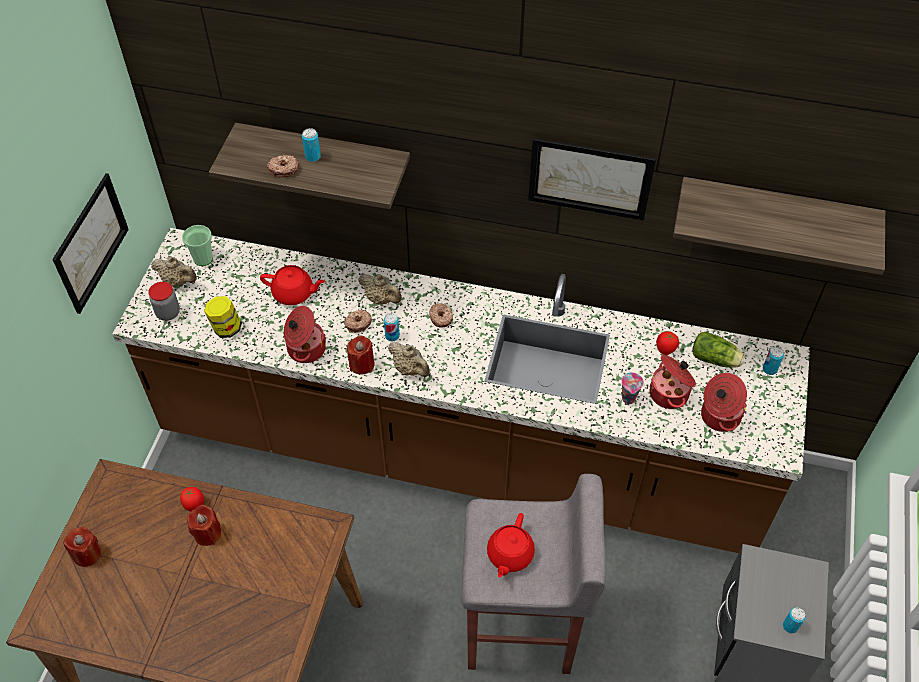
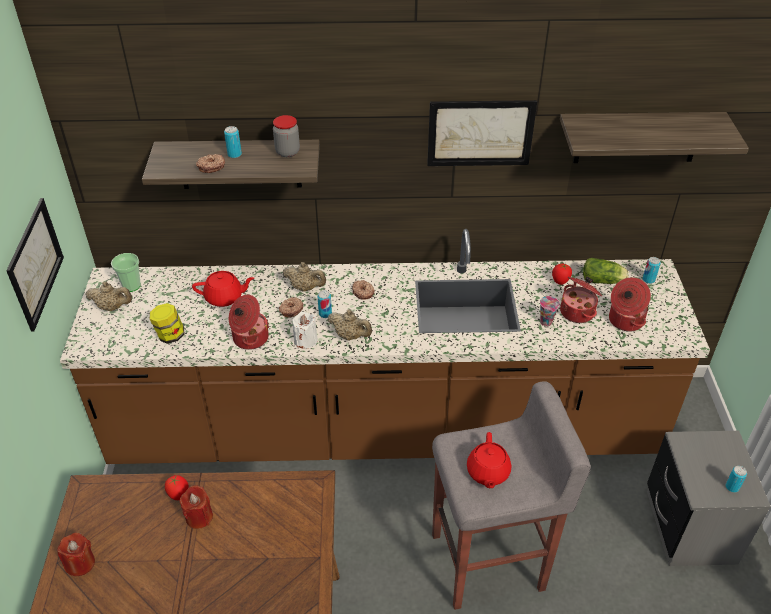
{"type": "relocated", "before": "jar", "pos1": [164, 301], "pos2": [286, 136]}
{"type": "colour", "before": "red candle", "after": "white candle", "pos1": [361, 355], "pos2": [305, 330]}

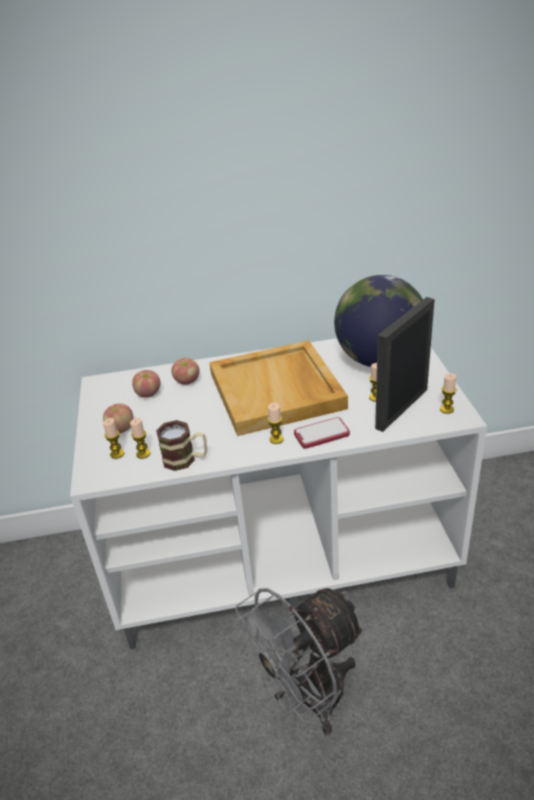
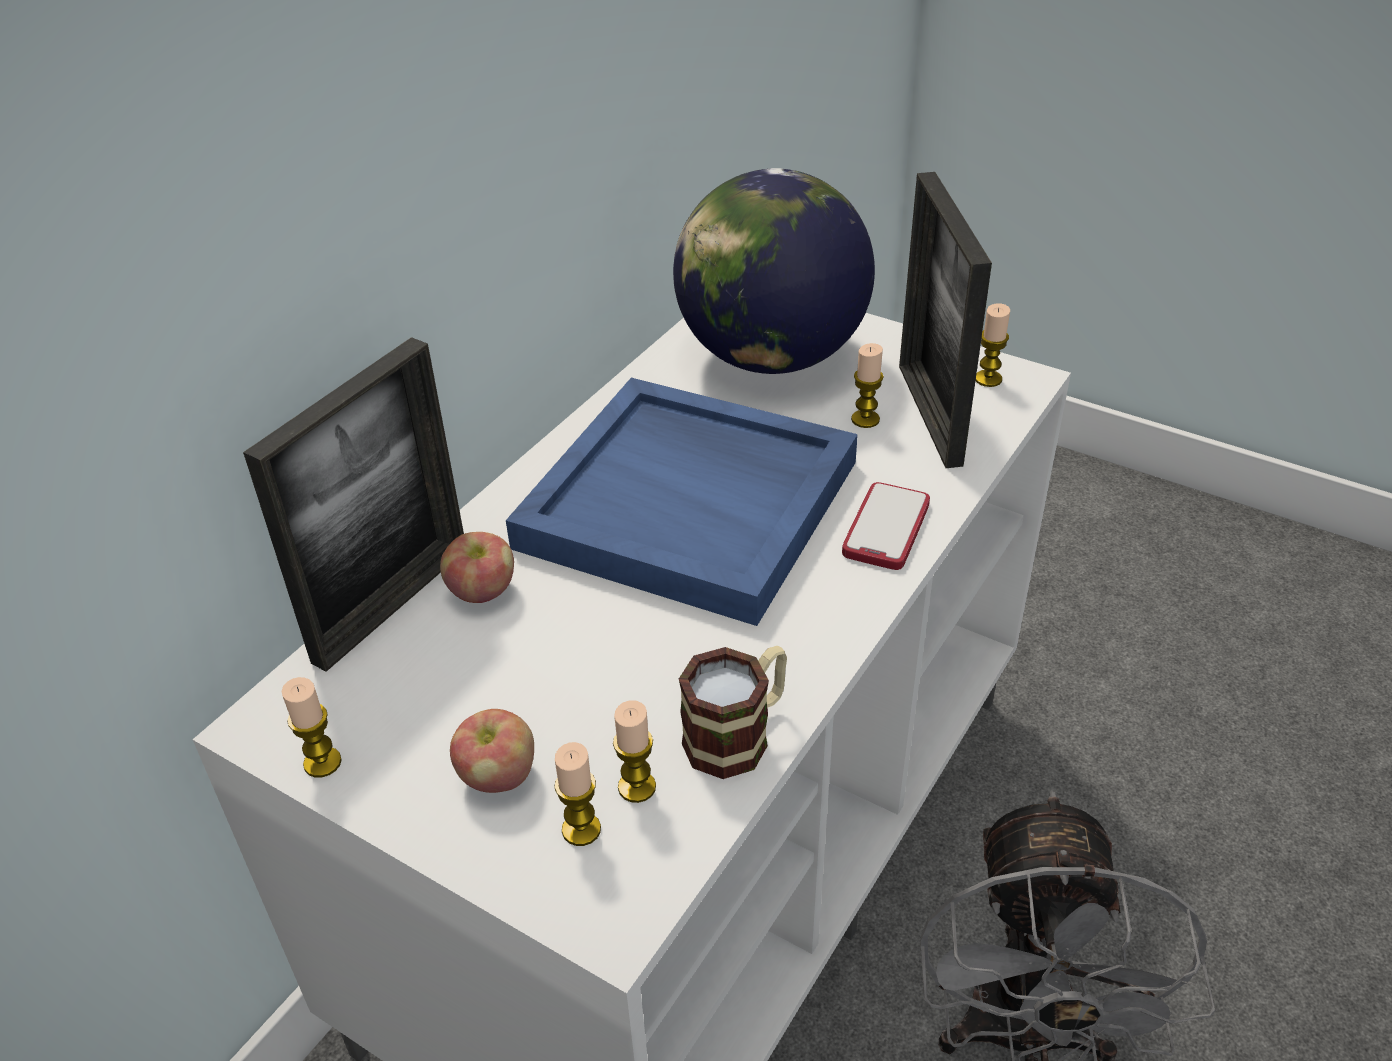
{"type": "missing", "before": "apple", "pos1": [146, 384]}
{"type": "appeared", "after": "picture frame", "pos2": [353, 504]}
{"type": "relocated", "before": "candle", "pos1": [276, 423], "pos2": [312, 727]}
{"type": "colour", "before": "beige tray", "after": "blue tray", "pos1": [278, 388], "pos2": [682, 502]}

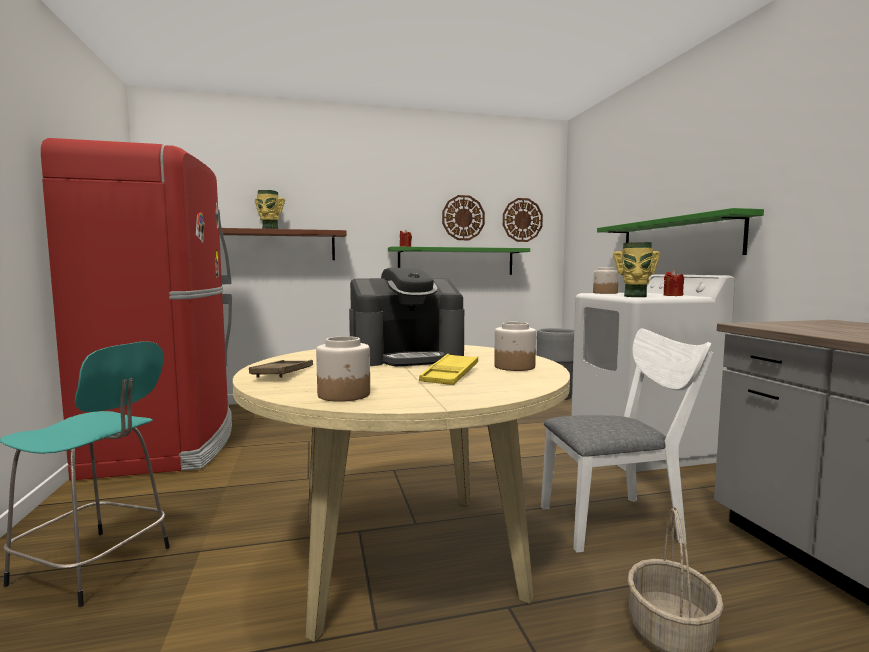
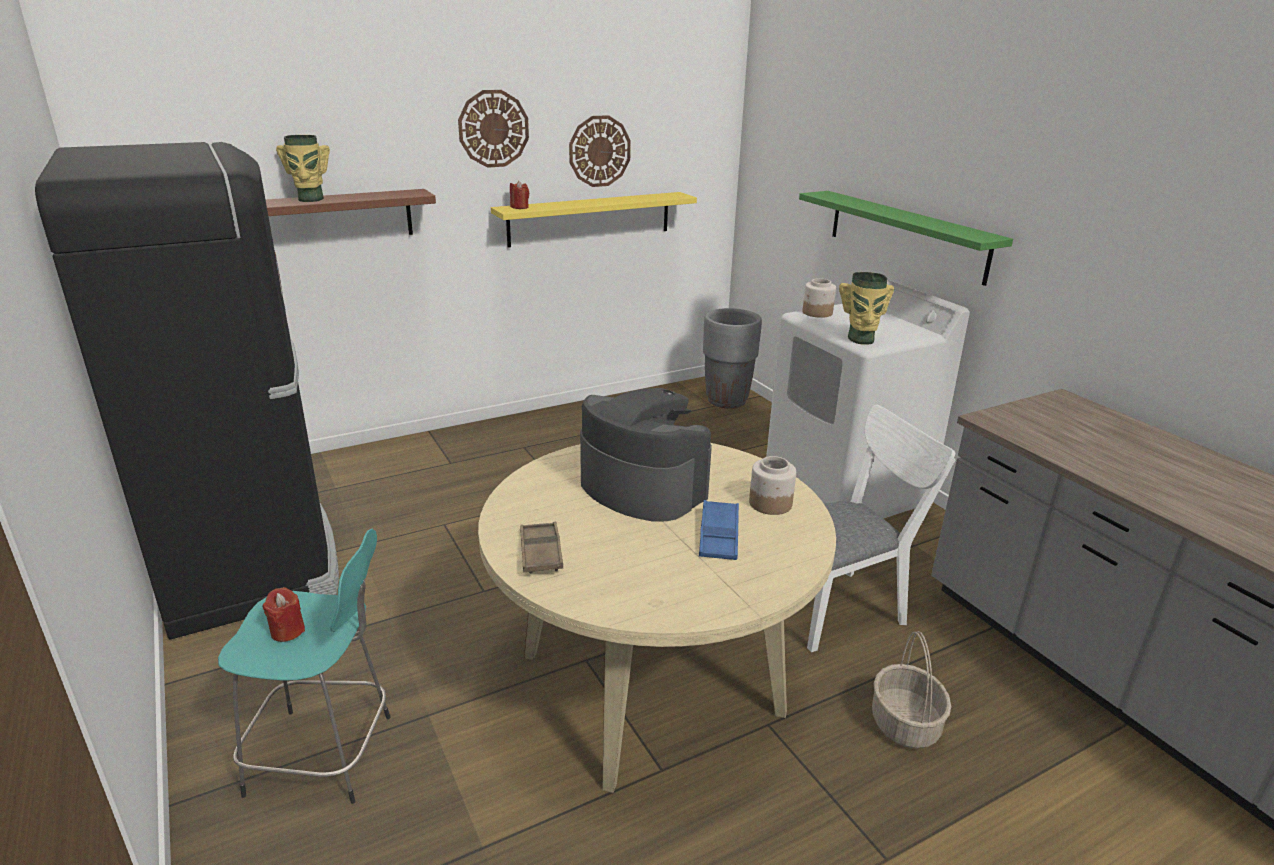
{"type": "missing", "before": "jar", "pos1": [343, 369]}
{"type": "relocated", "before": "wall clock", "pos1": [523, 220], "pos2": [493, 129]}
{"type": "relocated", "before": "red candle", "pos1": [674, 283], "pos2": [283, 614]}
{"type": "colour", "before": "red fridge", "after": "black fridge", "pos1": [136, 309], "pos2": [187, 390]}
{"type": "colour", "before": "green shelf", "after": "yellow shelf", "pos1": [459, 260], "pos2": [594, 220]}
{"type": "colour", "before": "yellow tray", "after": "blue tray", "pos1": [448, 369], "pos2": [719, 530]}
{"type": "spun", "before": "coffee machine", "pos1": [406, 317], "pos2": [646, 455], "turn": -105}

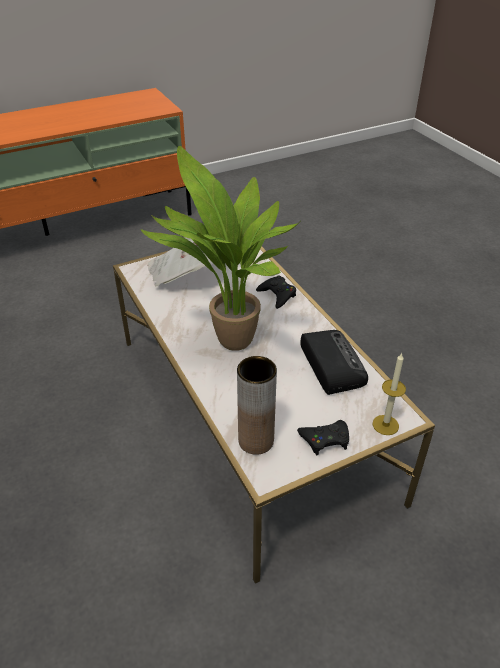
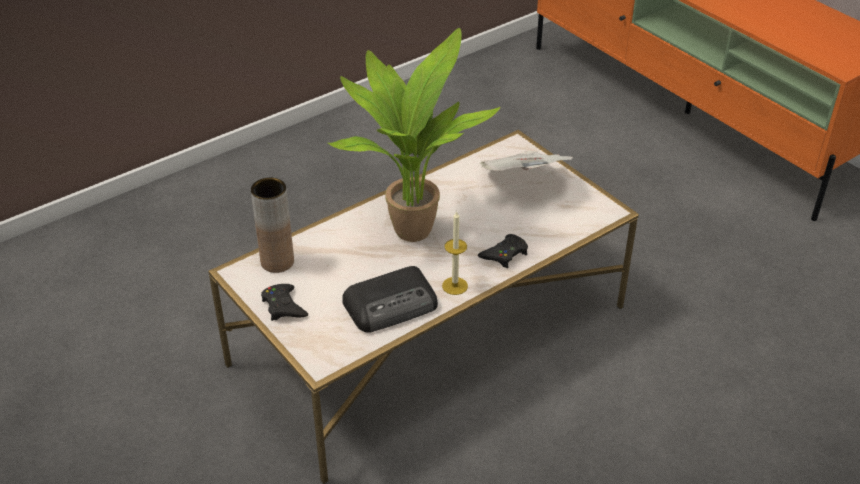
{"type": "relocated", "before": "candle", "pos1": [389, 394], "pos2": [455, 253]}

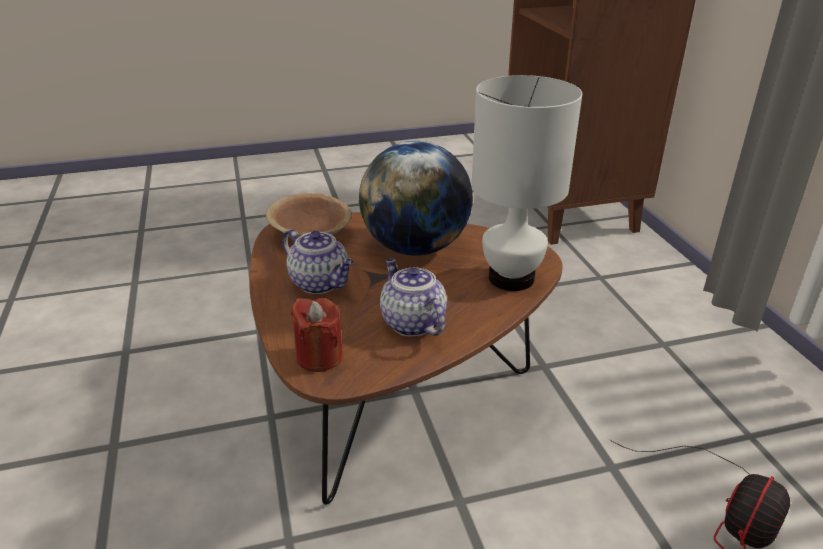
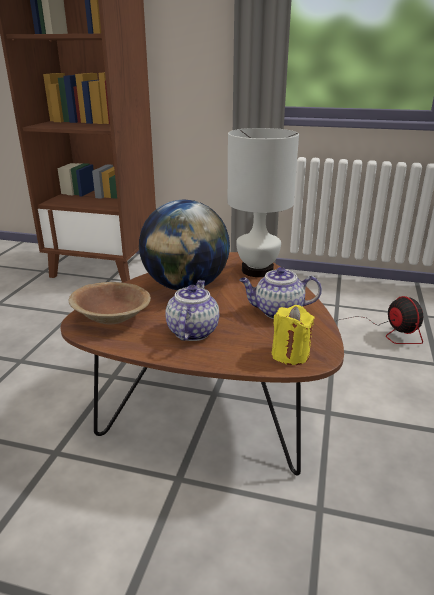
{"type": "colour", "before": "red candle", "after": "yellow candle", "pos1": [316, 335], "pos2": [293, 335]}
{"type": "spun", "before": "teapot", "pos1": [318, 261], "pos2": [192, 310], "turn": -60}

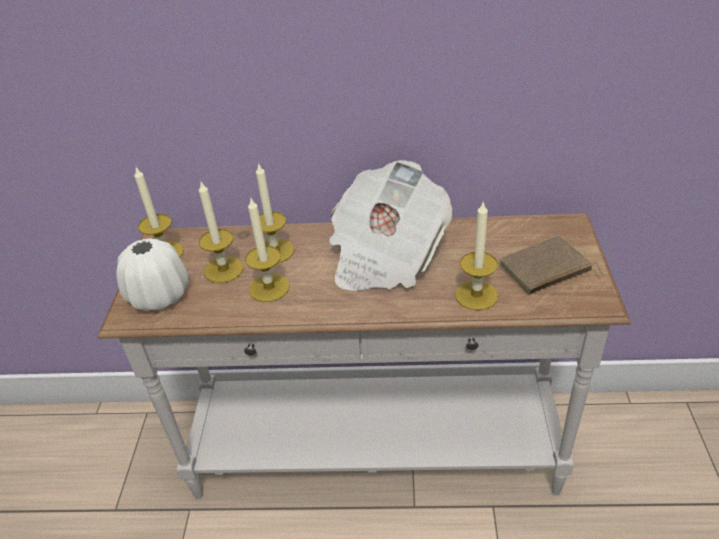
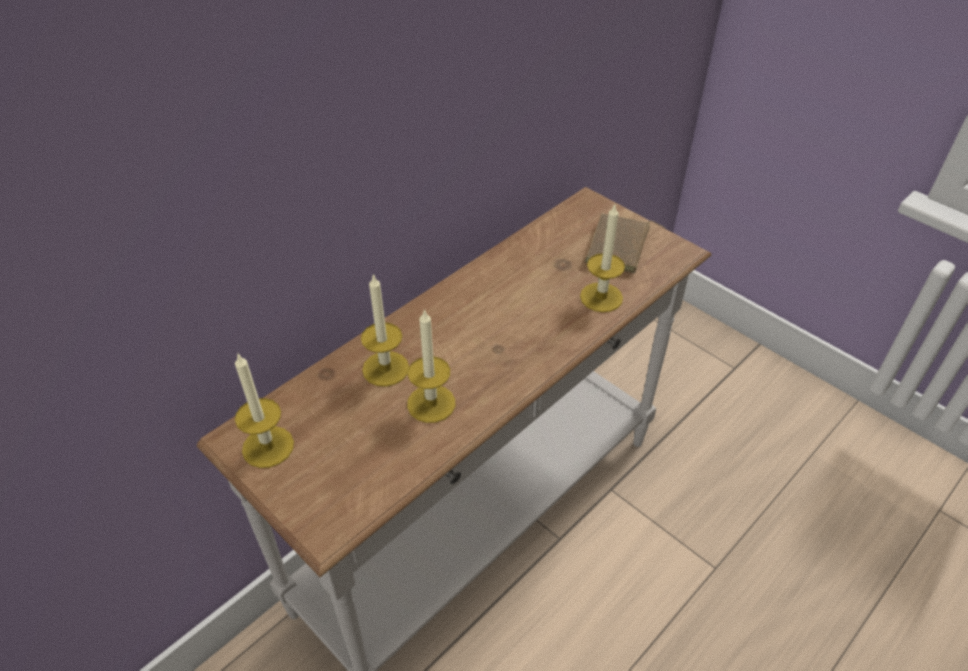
{"type": "missing", "before": "white vase", "pos1": [152, 275]}
{"type": "missing", "before": "candle", "pos1": [221, 231]}
{"type": "missing", "before": "newspaper", "pos1": [390, 225]}

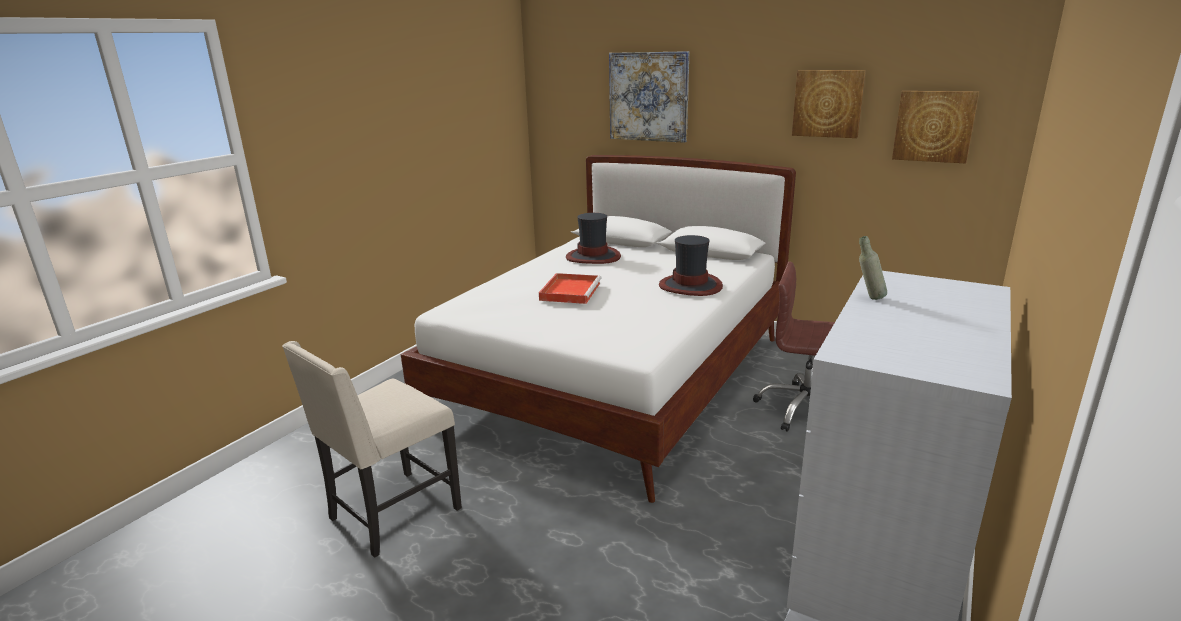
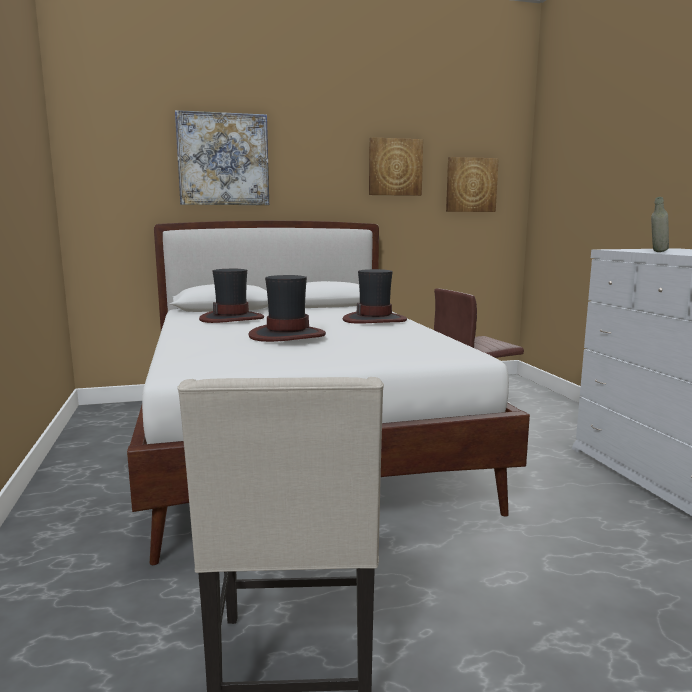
{"type": "exchanged", "before": "red tray", "after": "hat", "pos1": [570, 288], "pos2": [287, 308]}

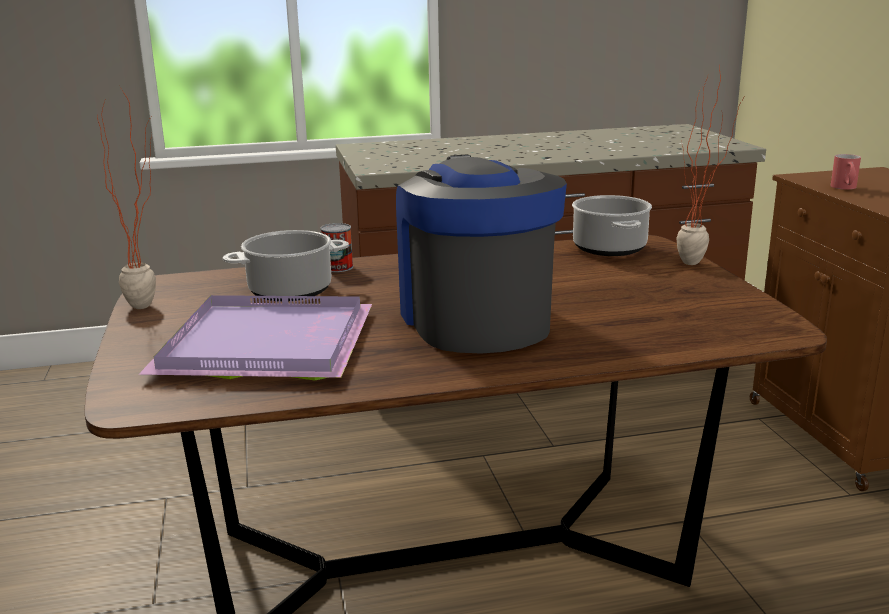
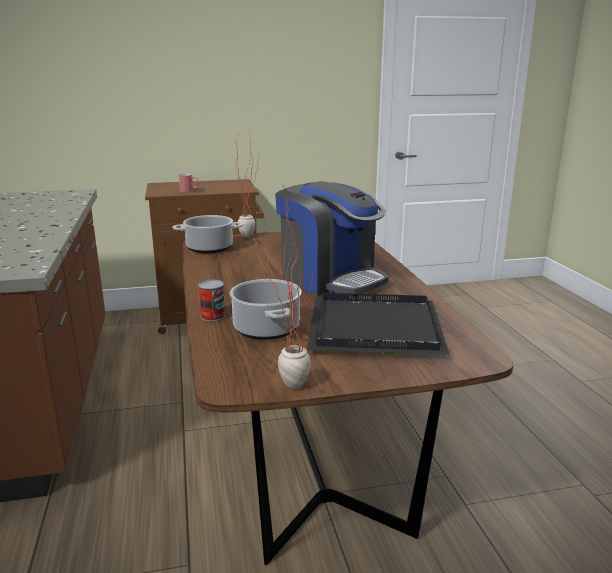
{"type": "colour", "before": "purple tray", "after": "black tray", "pos1": [255, 337], "pos2": [378, 324]}
{"type": "spun", "before": "coffee machine", "pos1": [481, 253], "pos2": [332, 238], "turn": -120}

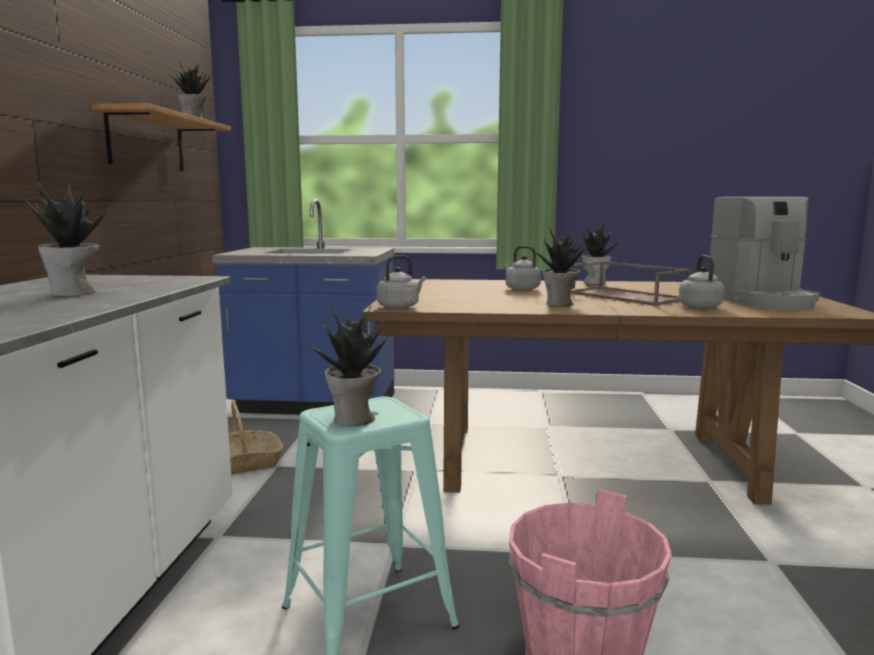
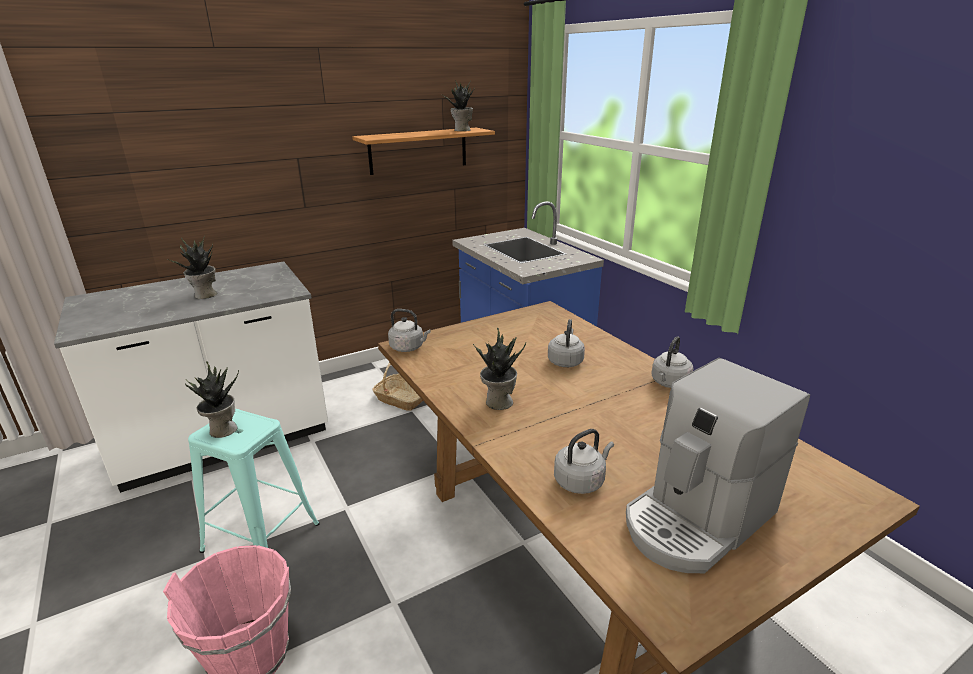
{"type": "missing", "before": "brown tray", "pos1": [630, 283]}
{"type": "exchanged", "before": "potted plant", "after": "grey kettle", "pos1": [602, 254], "pos2": [672, 362]}

